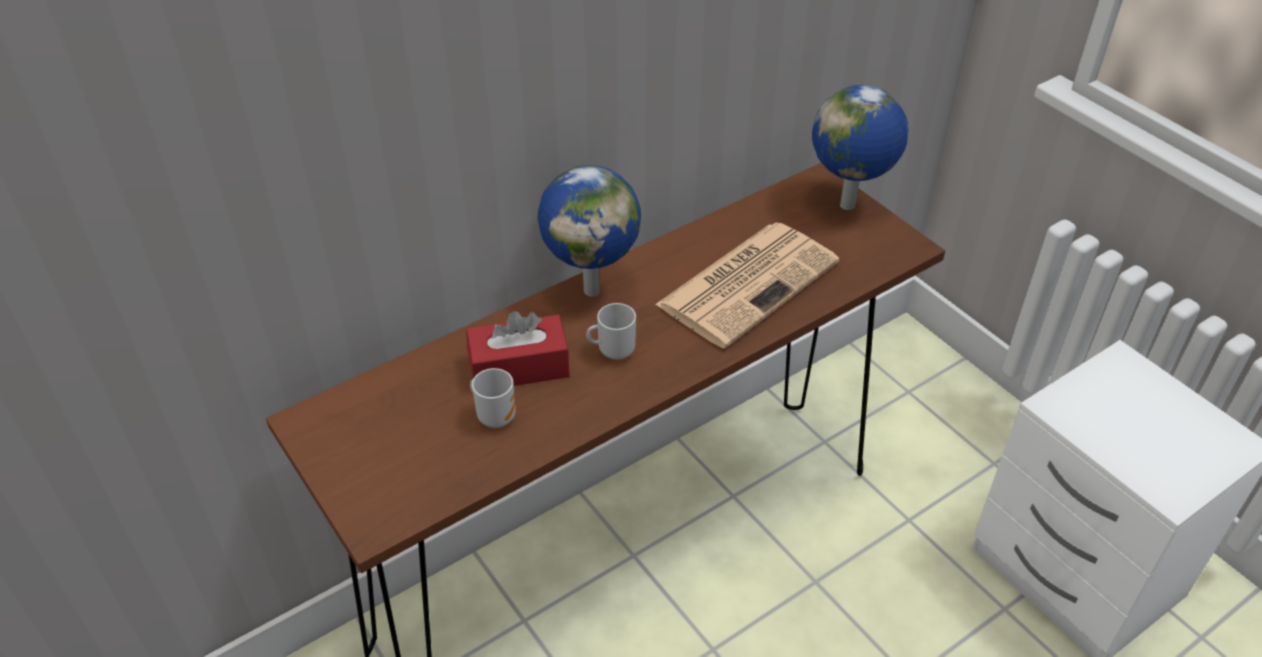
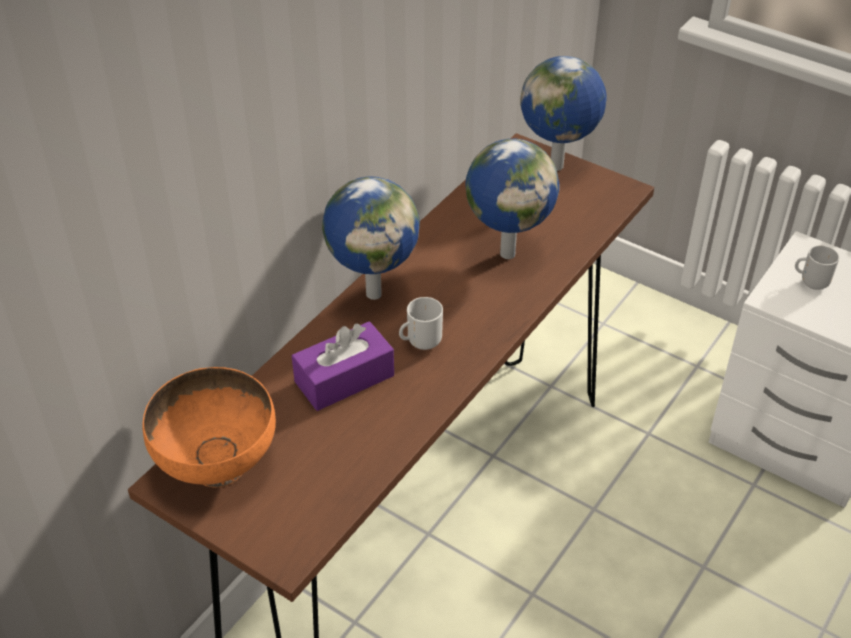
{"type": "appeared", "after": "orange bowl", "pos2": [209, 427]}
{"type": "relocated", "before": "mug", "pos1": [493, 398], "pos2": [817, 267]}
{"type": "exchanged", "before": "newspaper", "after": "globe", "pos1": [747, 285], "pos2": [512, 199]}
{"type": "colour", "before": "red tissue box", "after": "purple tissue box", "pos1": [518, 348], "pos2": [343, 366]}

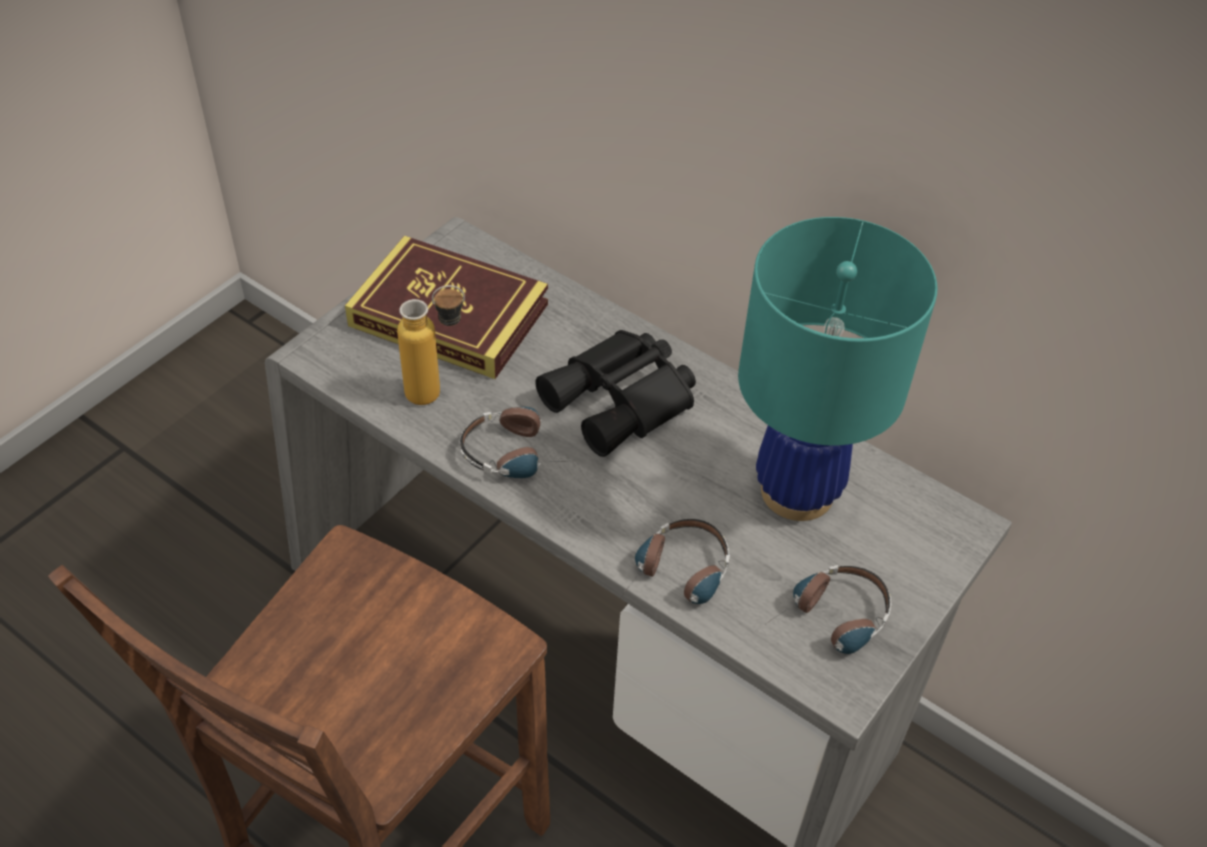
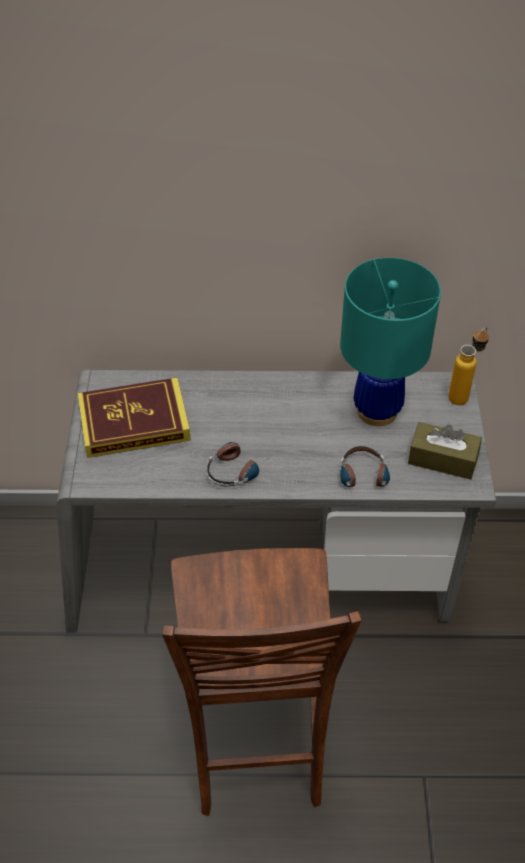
{"type": "missing", "before": "black binoculars", "pos1": [615, 393]}
{"type": "relocated", "before": "bottle", "pos1": [431, 345], "pos2": [468, 366]}
{"type": "exchanged", "before": "headphones", "after": "brown tissue box", "pos1": [829, 609], "pos2": [445, 451]}

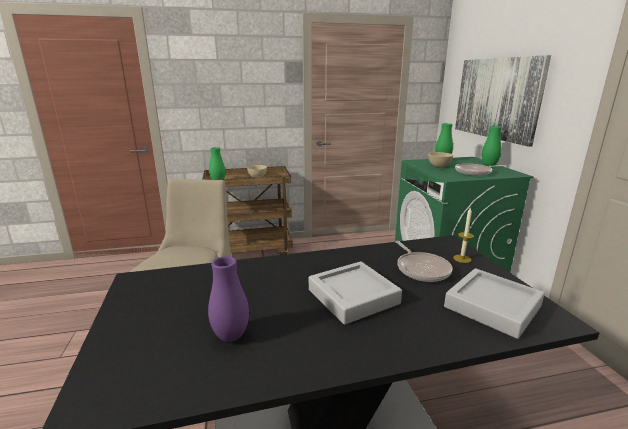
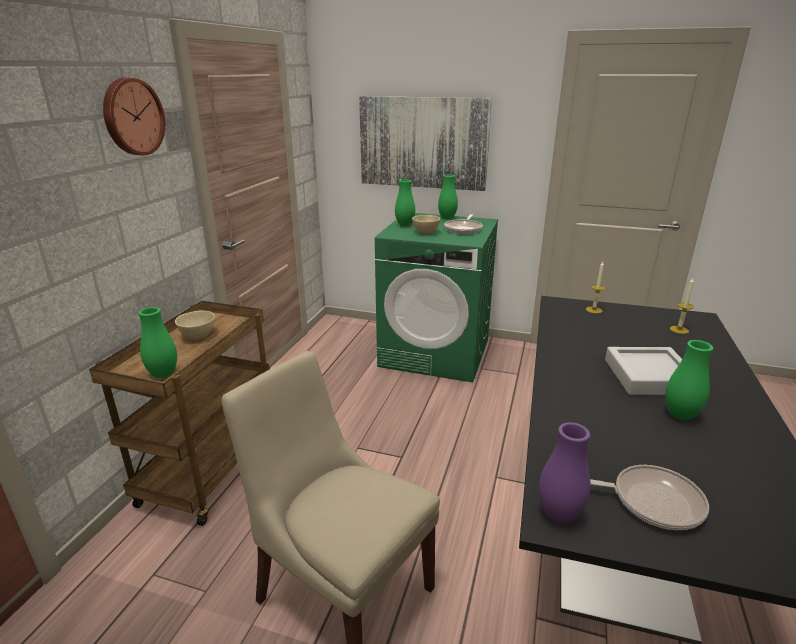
{"type": "appeared", "after": "wall clock", "pos2": [134, 116]}
{"type": "appeared", "after": "green vase", "pos2": [689, 380]}
{"type": "relocated", "before": "purple vase", "pos1": [228, 299], "pos2": [565, 472]}
{"type": "relocated", "before": "frying pan", "pos1": [424, 261], "pos2": [649, 497]}
{"type": "exchanged", "before": "grey tray", "after": "candle", "pos1": [494, 303], "pos2": [682, 306]}

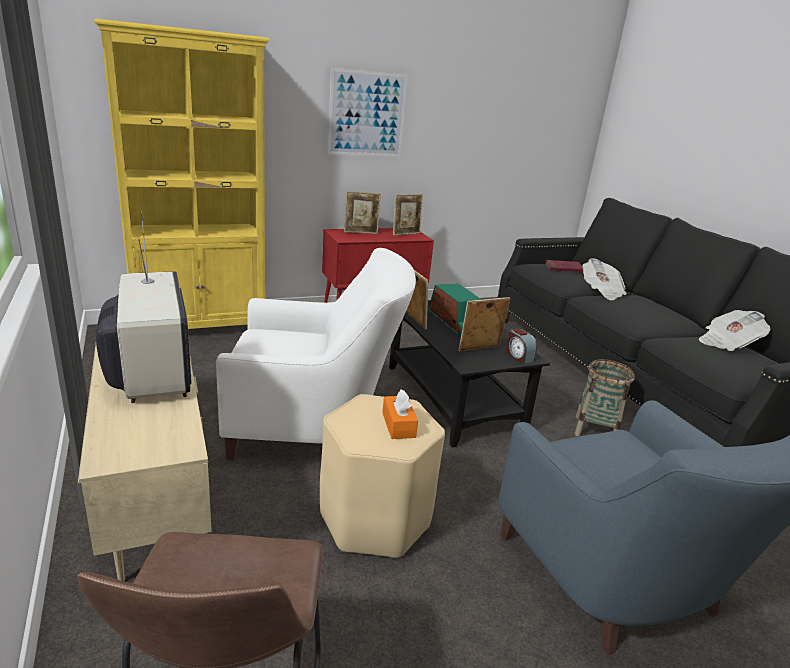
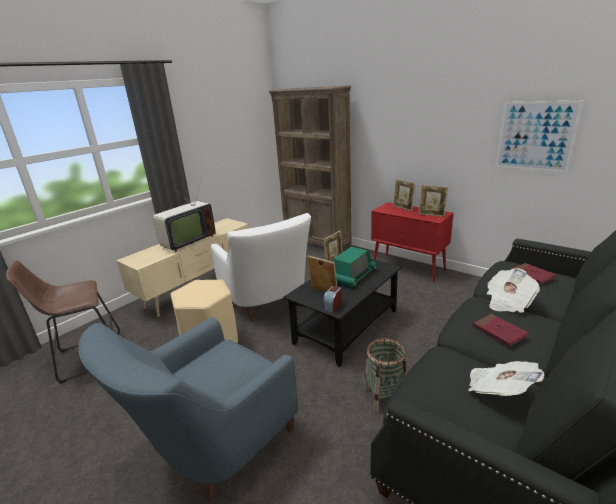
{"type": "missing", "before": "orange tissue box", "pos1": [400, 414]}
{"type": "appeared", "after": "red book", "pos2": [500, 330]}
{"type": "relocated", "before": "picture", "pos1": [368, 112], "pos2": [539, 137]}
{"type": "colour", "before": "yellow bookcase", "after": "brown bookcase", "pos1": [181, 174], "pos2": [310, 166]}

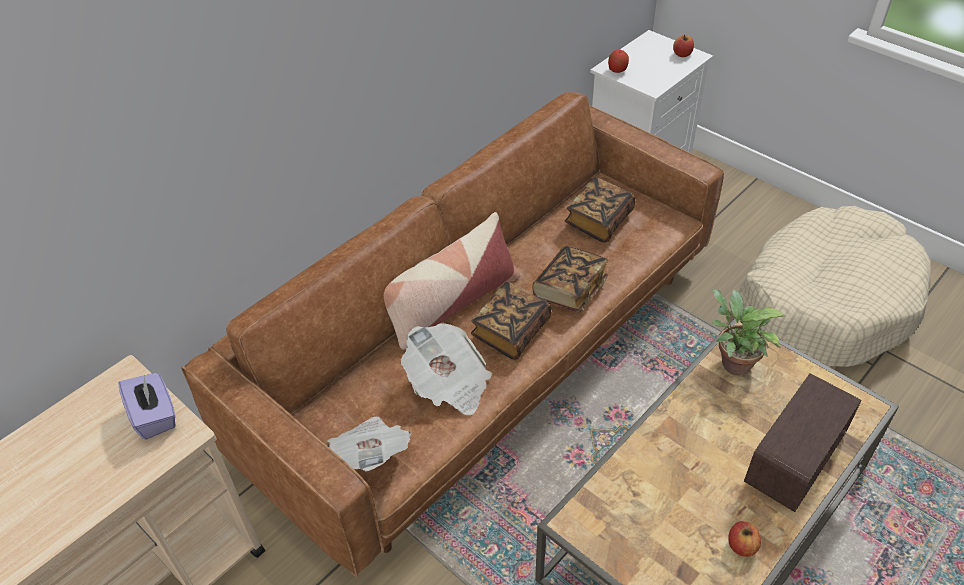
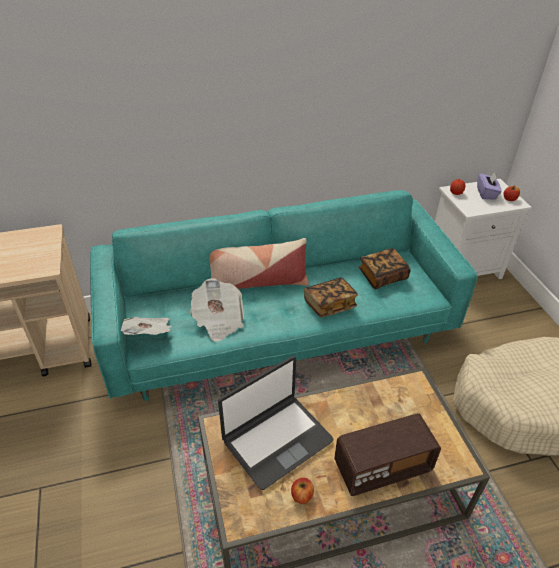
{"type": "missing", "before": "book", "pos1": [511, 320]}
{"type": "missing", "before": "potted plant", "pos1": [749, 332]}
{"type": "appeared", "after": "laptop", "pos2": [276, 423]}
{"type": "relocated", "before": "purple tissue box", "pos1": [147, 406], "pos2": [489, 186]}
{"type": "colour", "before": "brown sofa", "after": "turquoise sofa", "pos1": [452, 334], "pos2": [284, 295]}

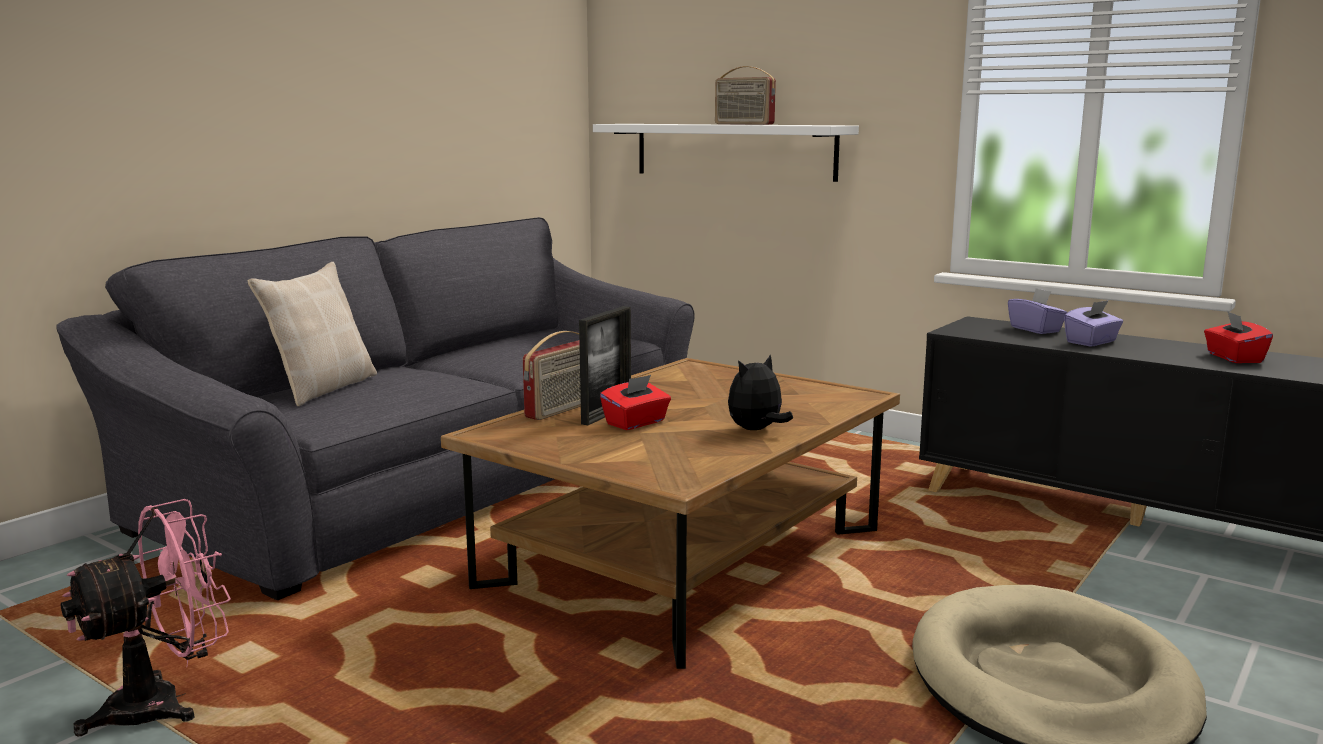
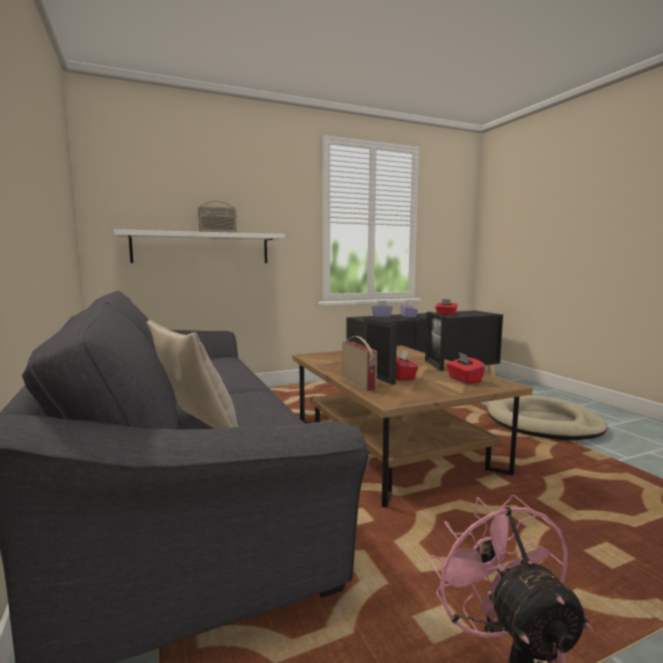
{"type": "appeared", "after": "red tissue box", "pos2": [466, 368]}
{"type": "exchanged", "before": "plush toy", "after": "picture frame", "pos1": [760, 392], "pos2": [435, 341]}

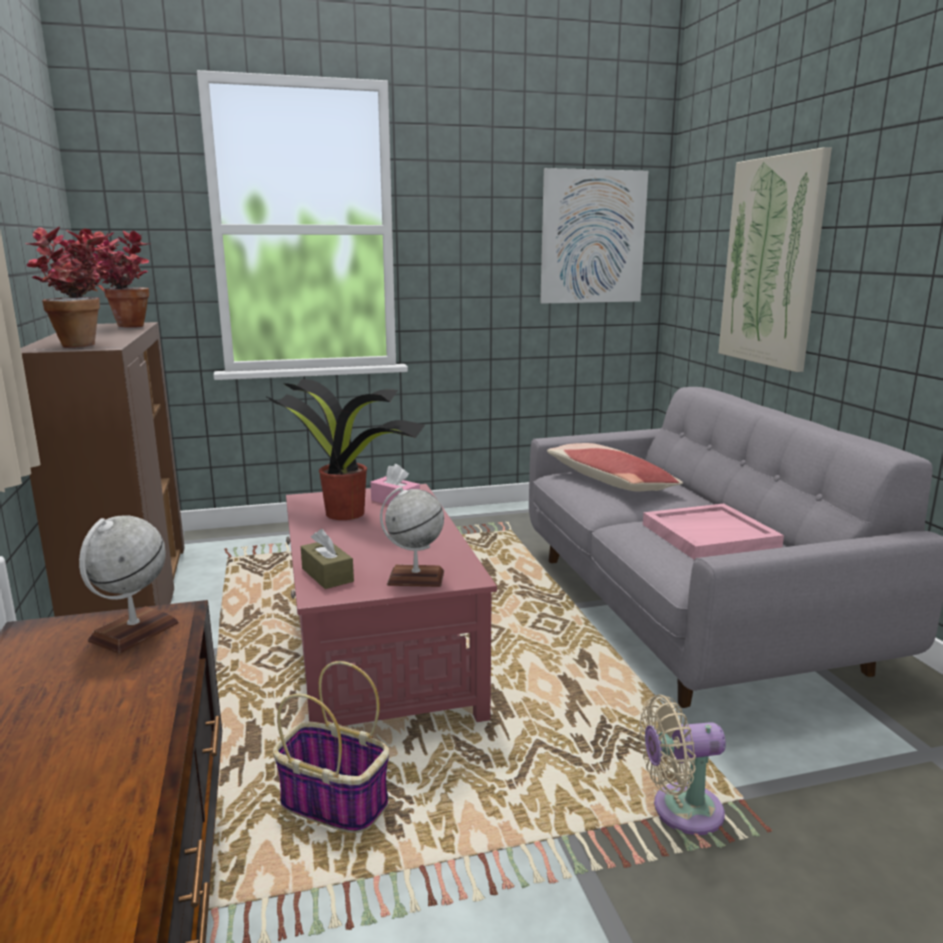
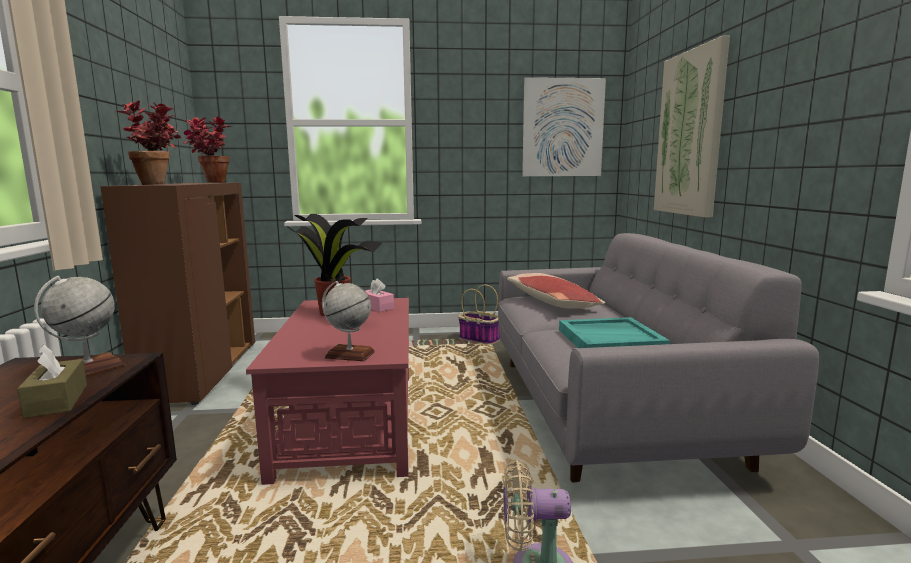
{"type": "relocated", "before": "basket", "pos1": [331, 747], "pos2": [479, 314]}
{"type": "relocated", "before": "brown tissue box", "pos1": [327, 559], "pos2": [52, 381]}
{"type": "colour", "before": "pink tray", "after": "turquoise tray", "pos1": [713, 531], "pos2": [614, 332]}

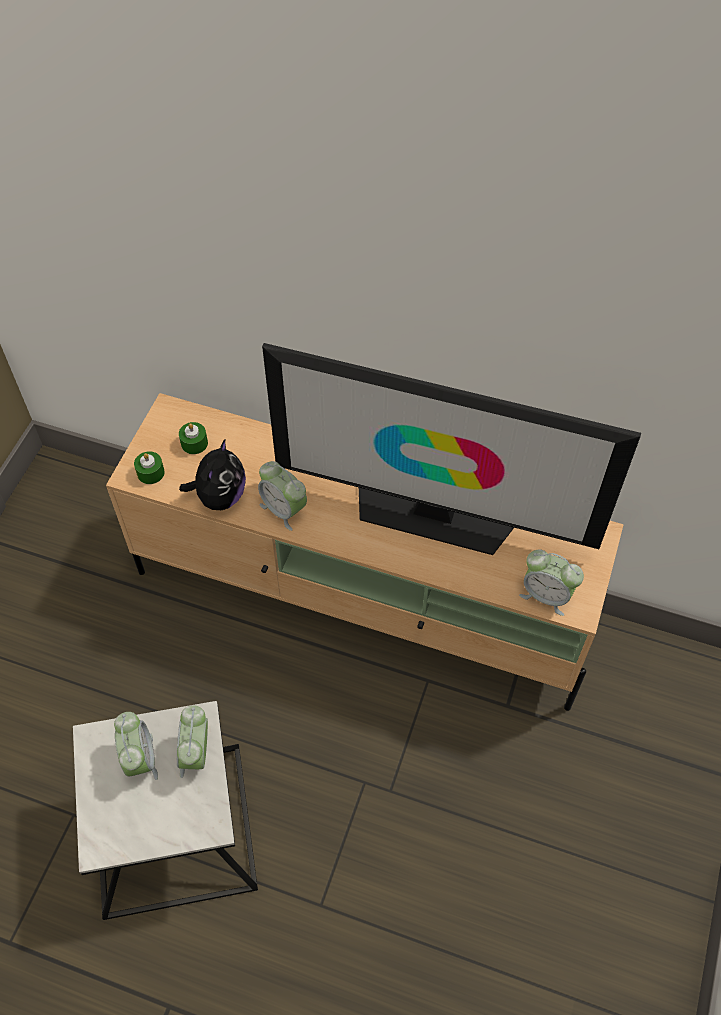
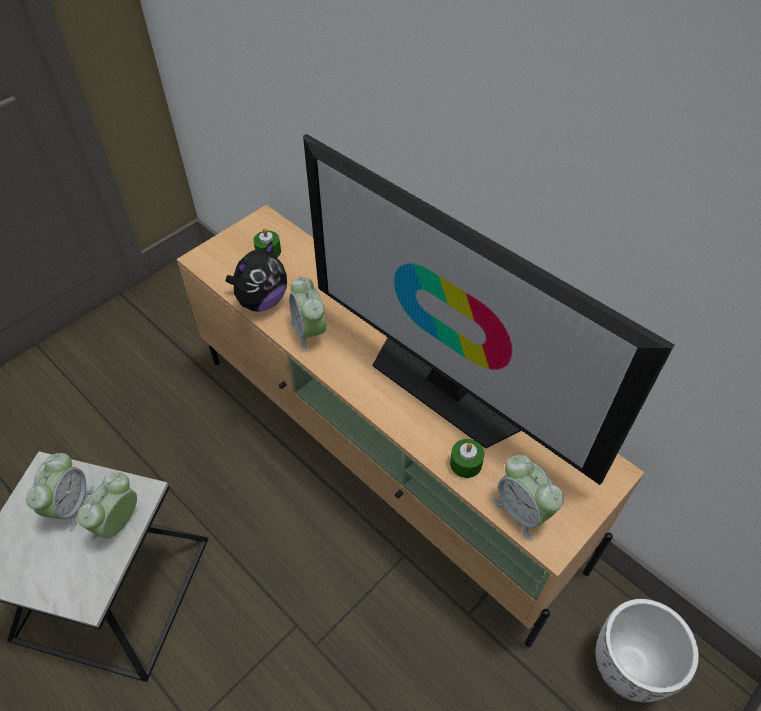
{"type": "appeared", "after": "white planter", "pos2": [647, 650]}
{"type": "relocated", "before": "green candle", "pos1": [149, 467], "pos2": [467, 458]}

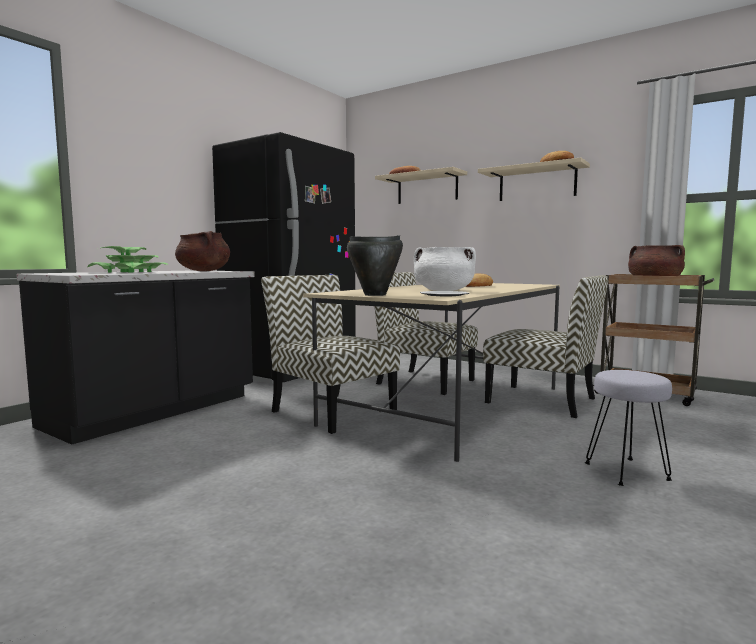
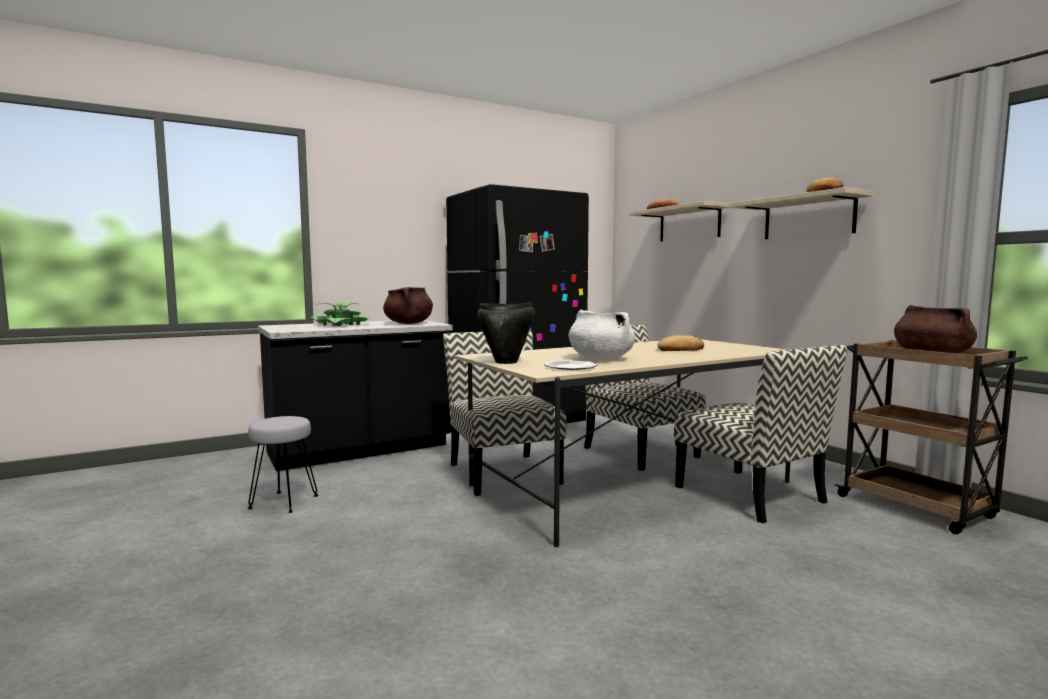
{"type": "relocated", "before": "grey stool", "pos1": [628, 428], "pos2": [283, 464]}

